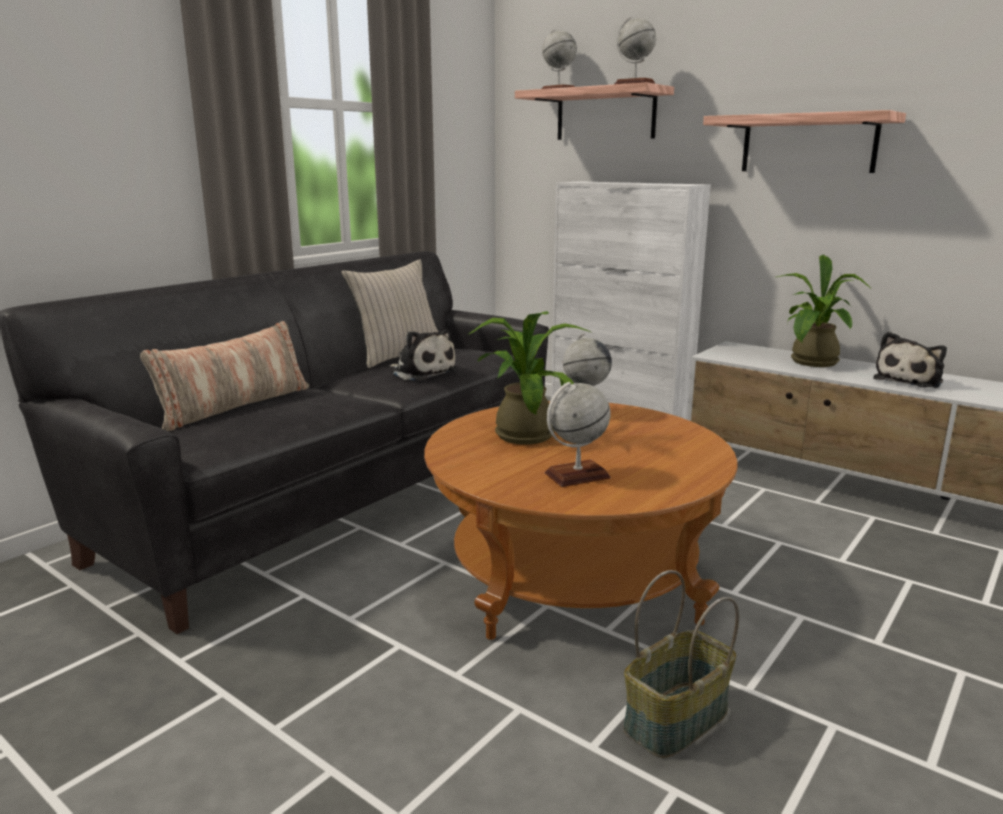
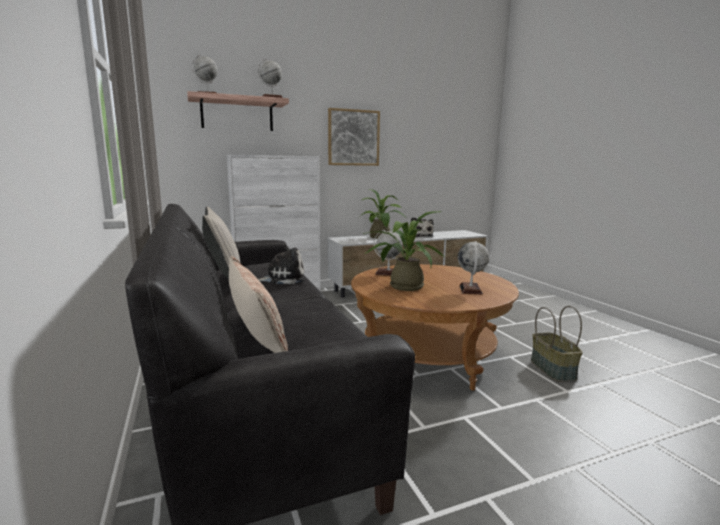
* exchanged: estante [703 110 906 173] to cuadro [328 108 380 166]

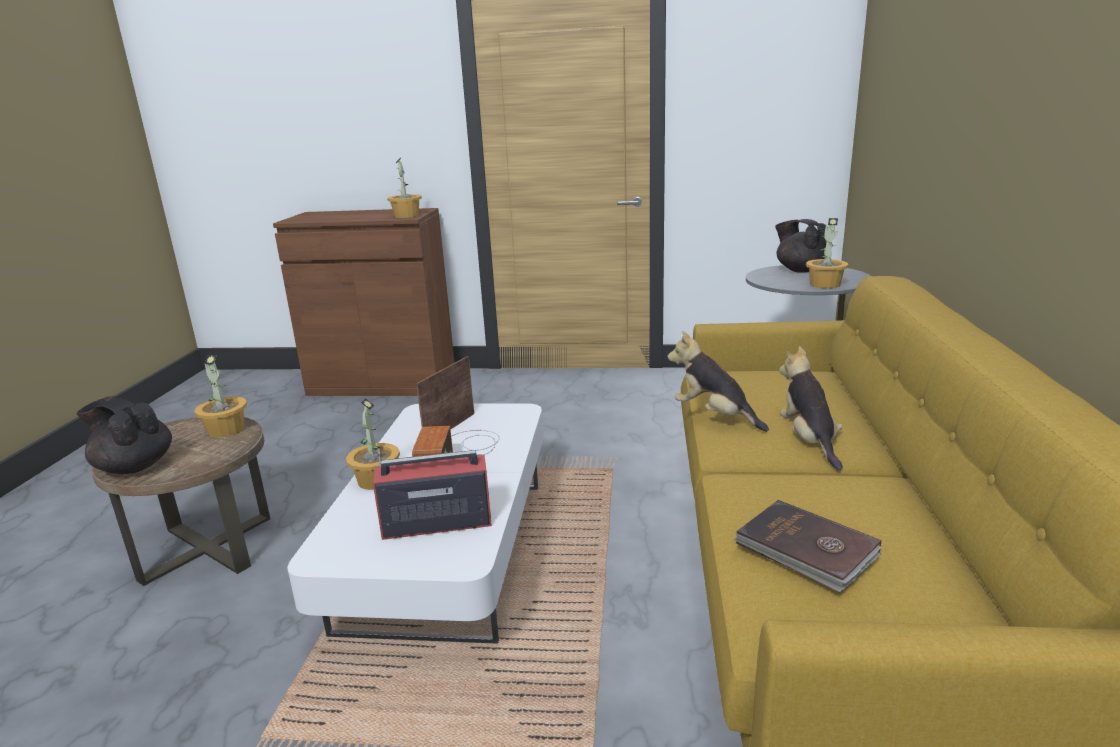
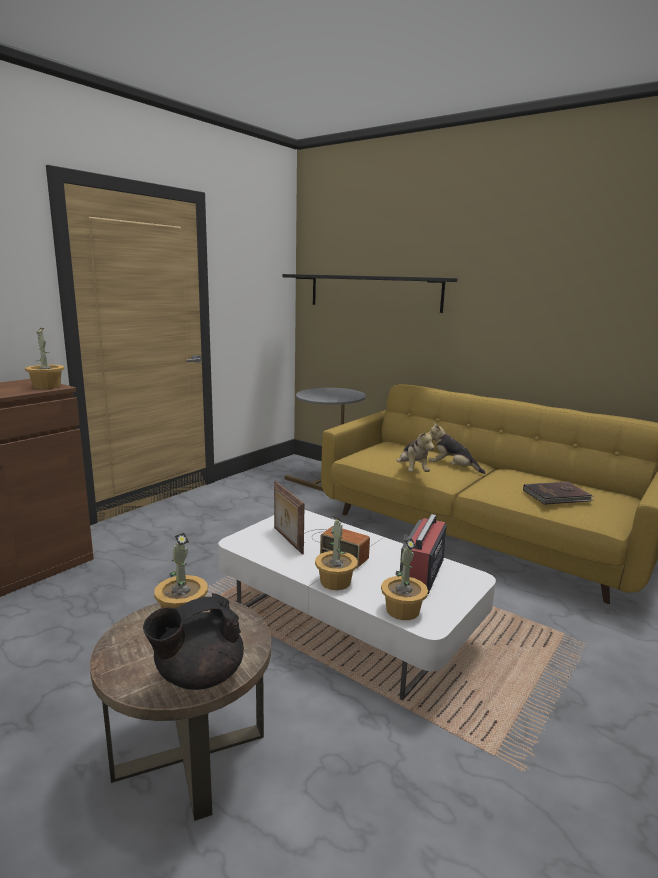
* spun: peluche [668 331 769 432] = [397 429 434 472] 90 degrees counterclockwise
* missing: tetera [negro] [775 219 828 273]
* relocated: planta en maceta [806 218 849 289] to [381 538 428 620]
* appeared: estante [negro] [283 274 457 313]

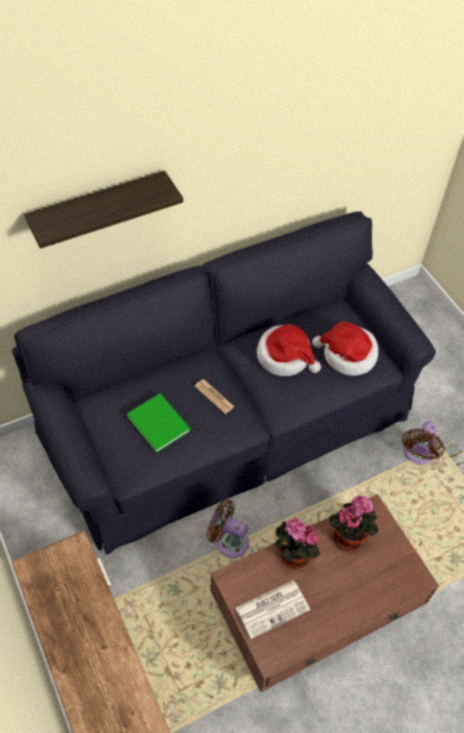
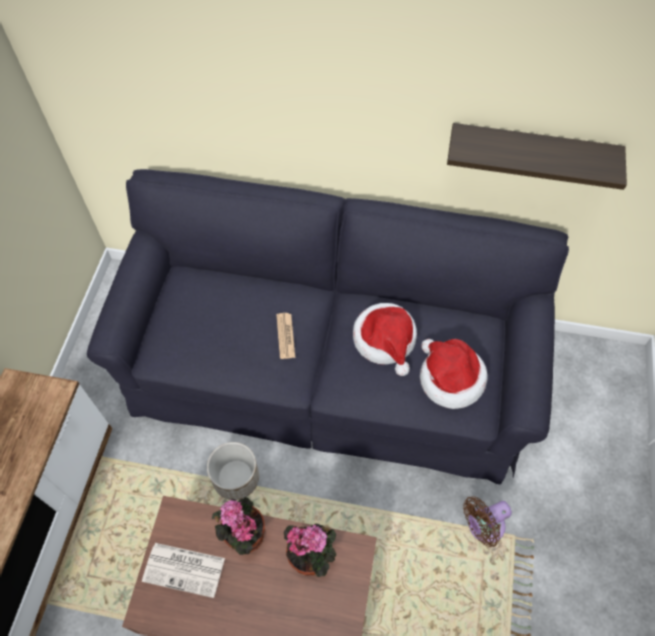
* relocated: estante [24 171 183 249] to [447 123 627 190]
* missing: libro [verde] [127 394 191 453]
* exchanged: ventilador [marrón] [207 499 249 558] to maceta [207 442 259 500]

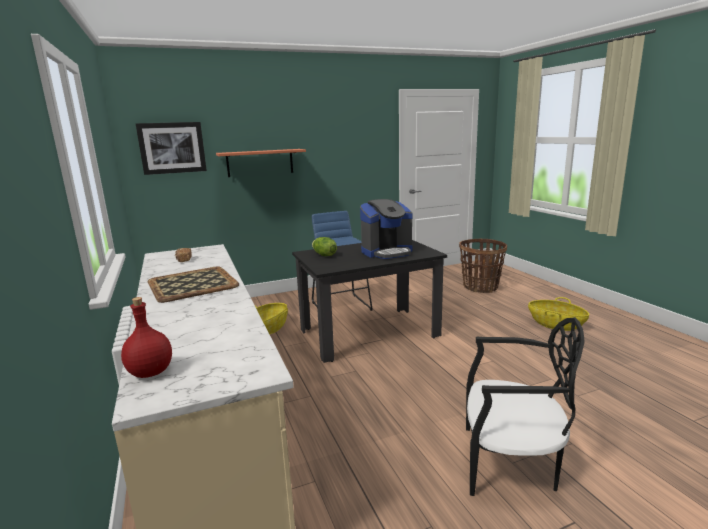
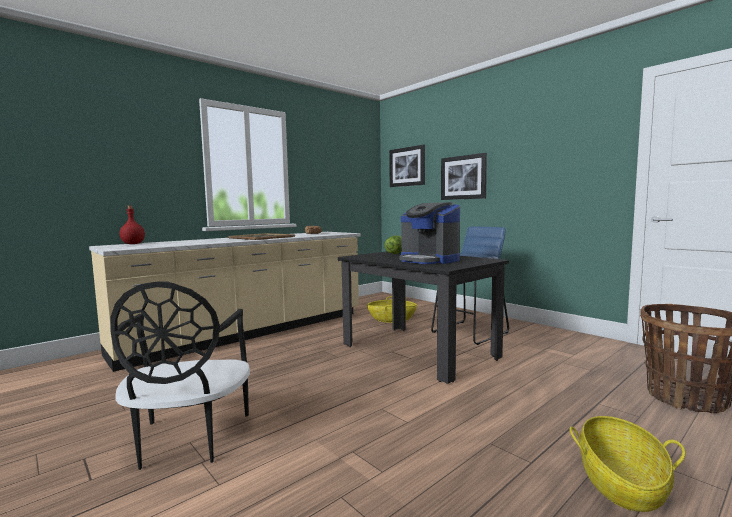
* exchanged: estante [216 149 306 177] to cuadro [441 153 487 200]

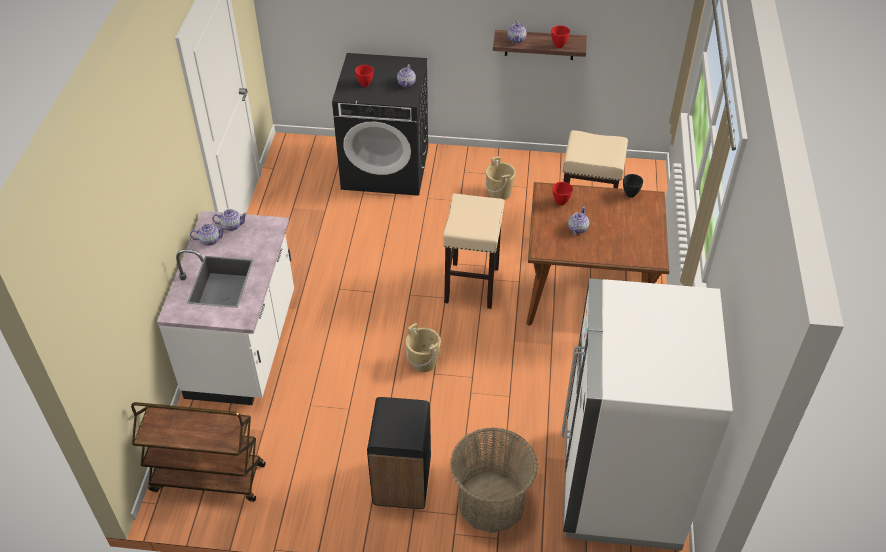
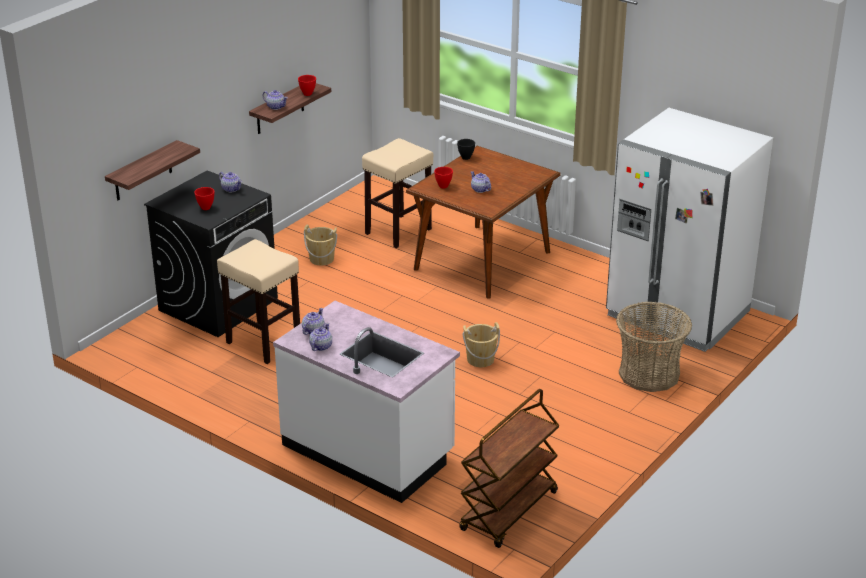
* missing: papelera [negro] [367 397 431 509]
* relocated: taburete [beis] [443 194 505 309] to [217 239 300 364]
* appeared: estante [105 140 200 200]

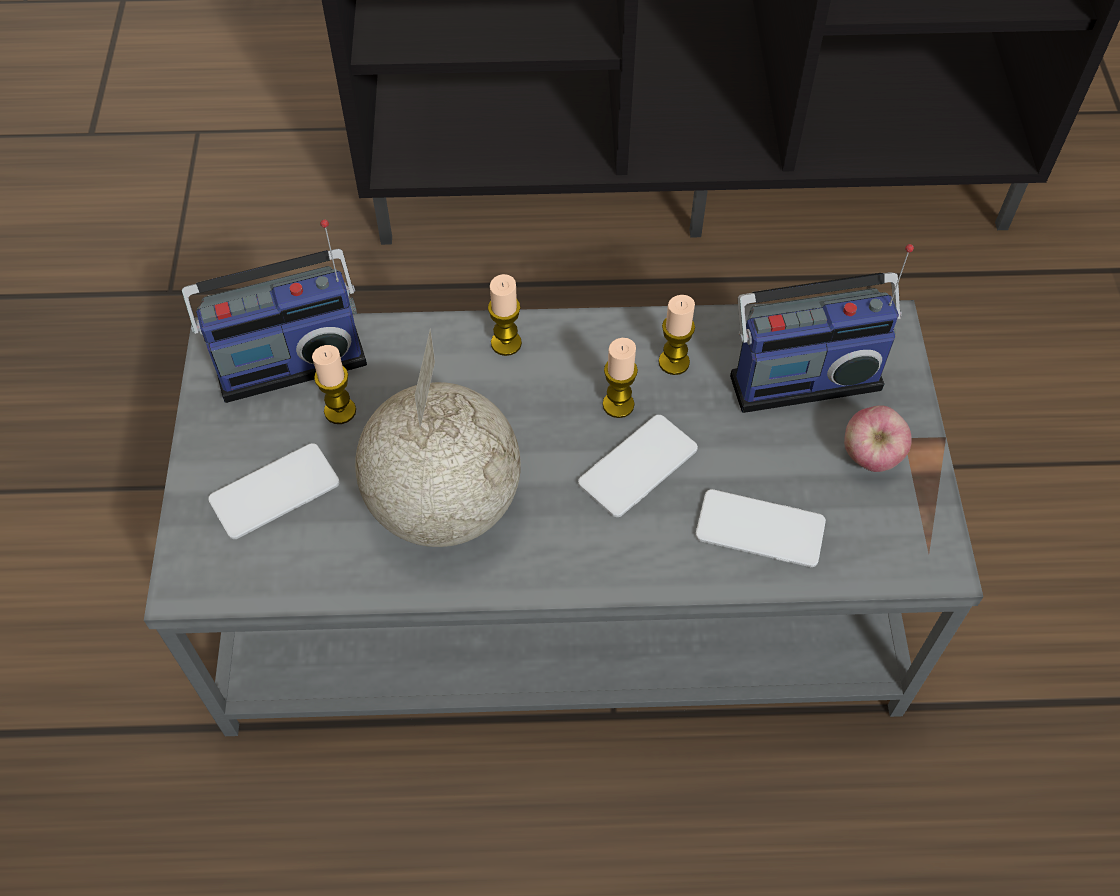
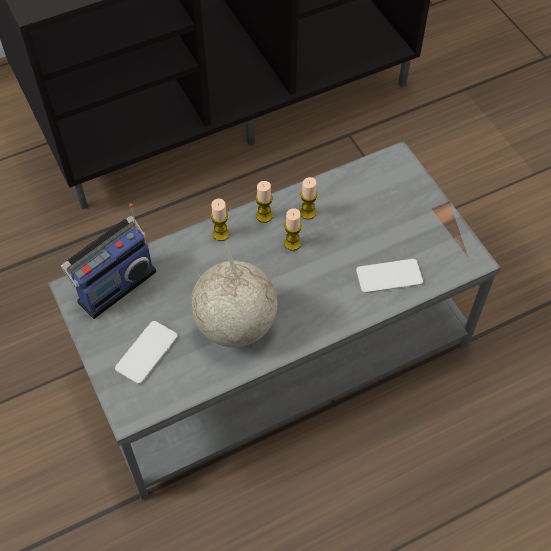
* relocated: vela [312 345 356 424] to [255 181 273 223]
* missing: móvil [578 415 698 517]
* missing: radio [730 244 914 413]
* missing: manzana [844 405 912 472]

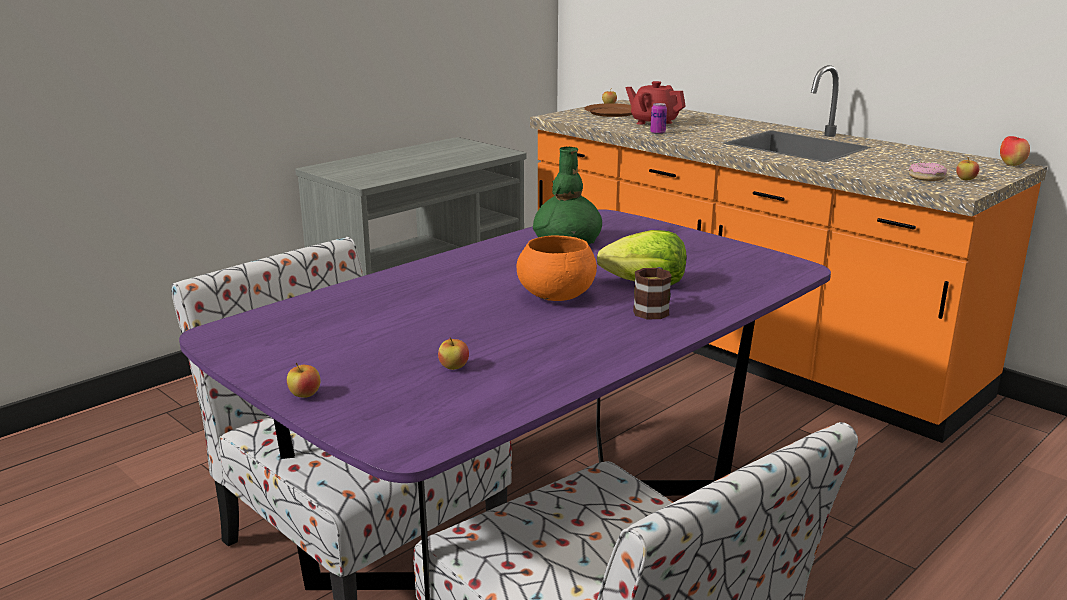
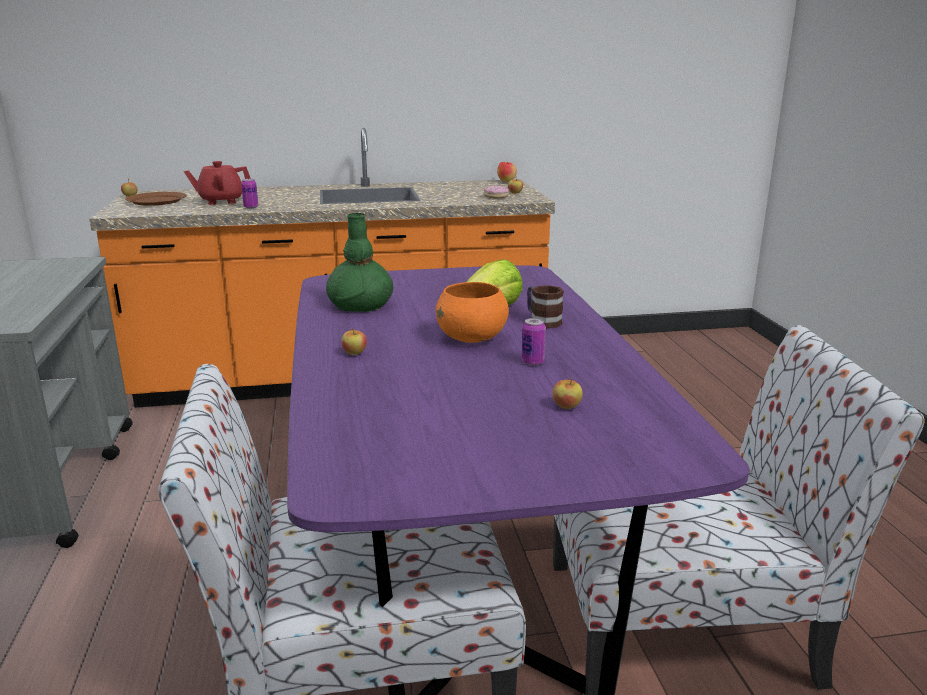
* relocated: manzana [287 362 321 398] to [341 328 367 355]
* appeared: lata [521 318 546 366]

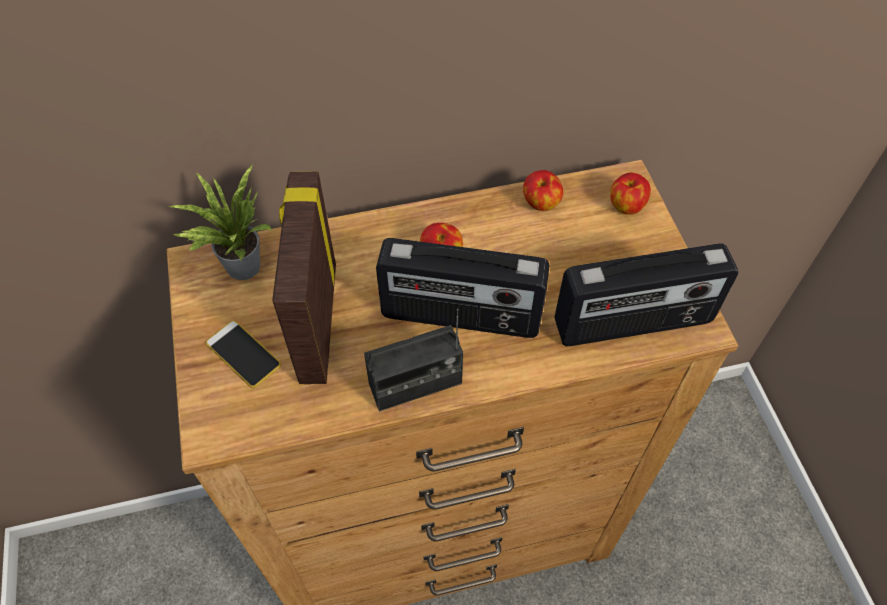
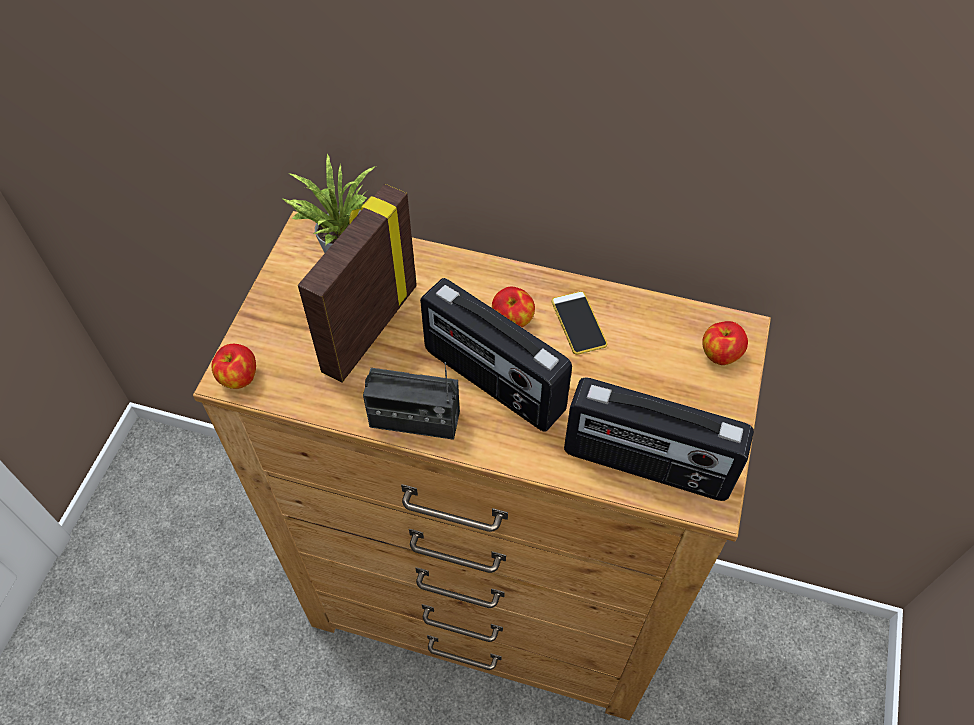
* relocated: móvil [206 321 281 388] to [551 291 607 355]
* relocated: manzana [523 170 563 211] to [211 344 256 389]

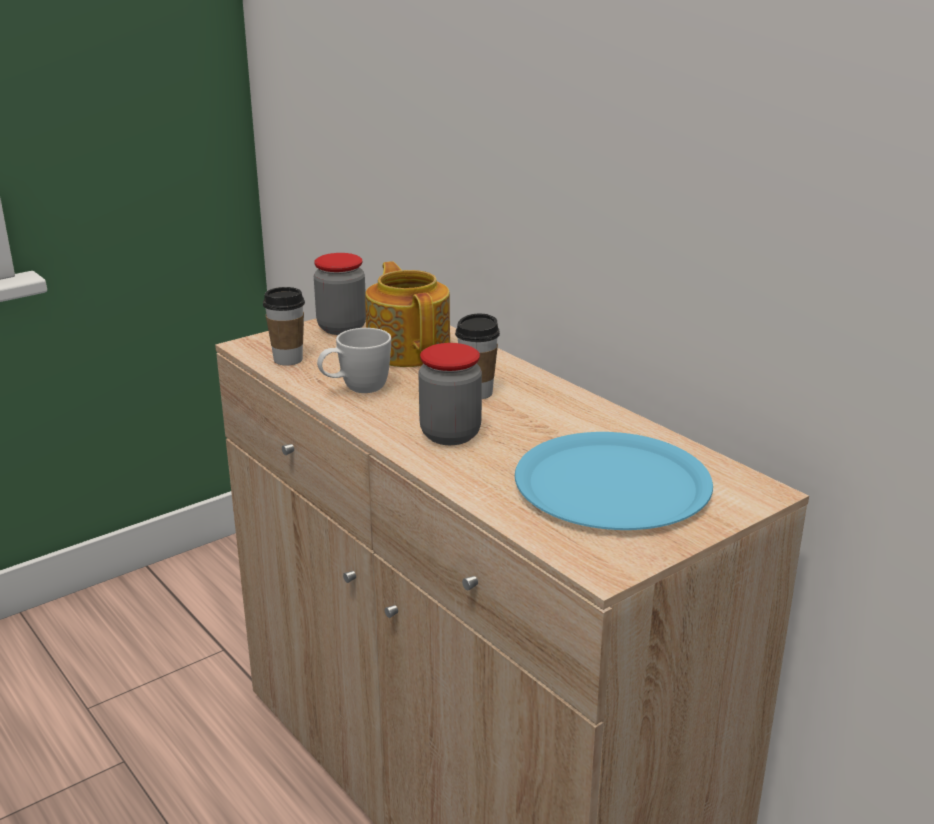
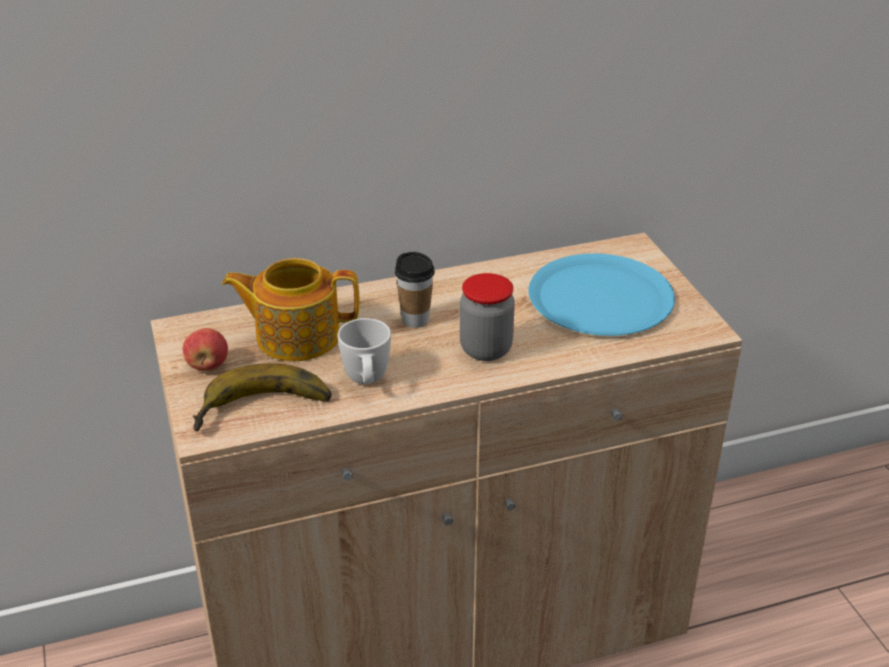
* exchanged: taza [263 287 305 365] to plátano [192 363 332 432]
* exchanged: tarro [314 253 366 335] to manzana [183 328 228 371]

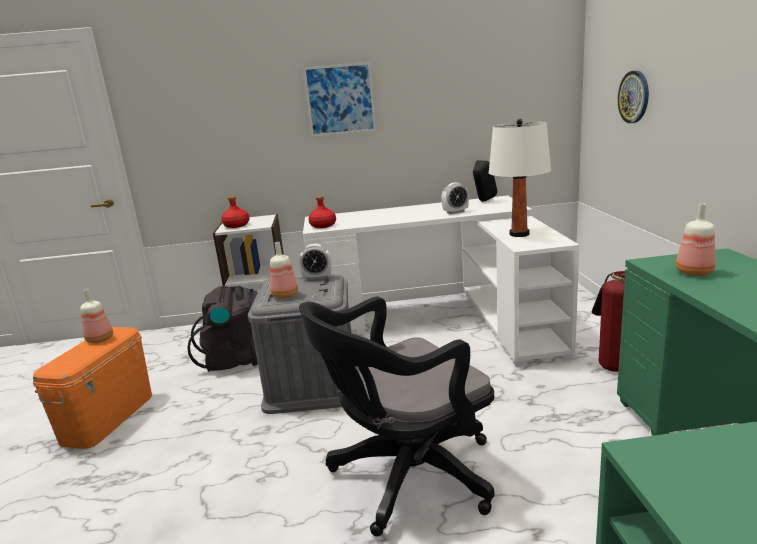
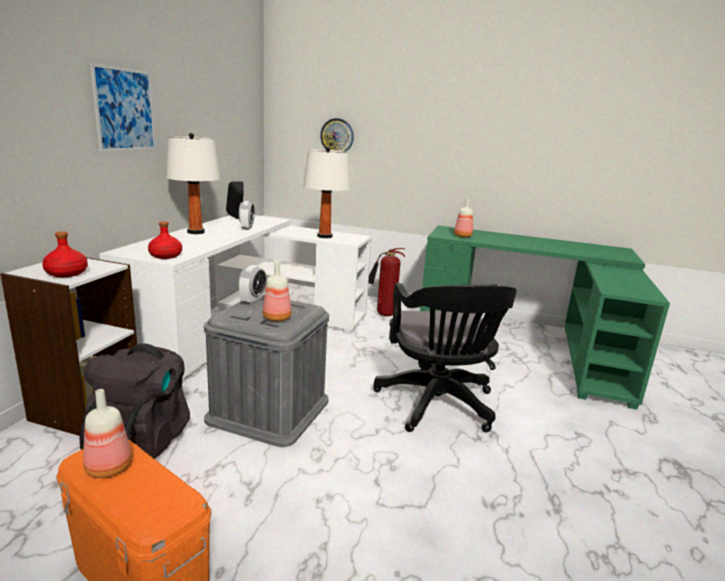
* appeared: lámpara de mesa [blanco] [166 133 220 234]

